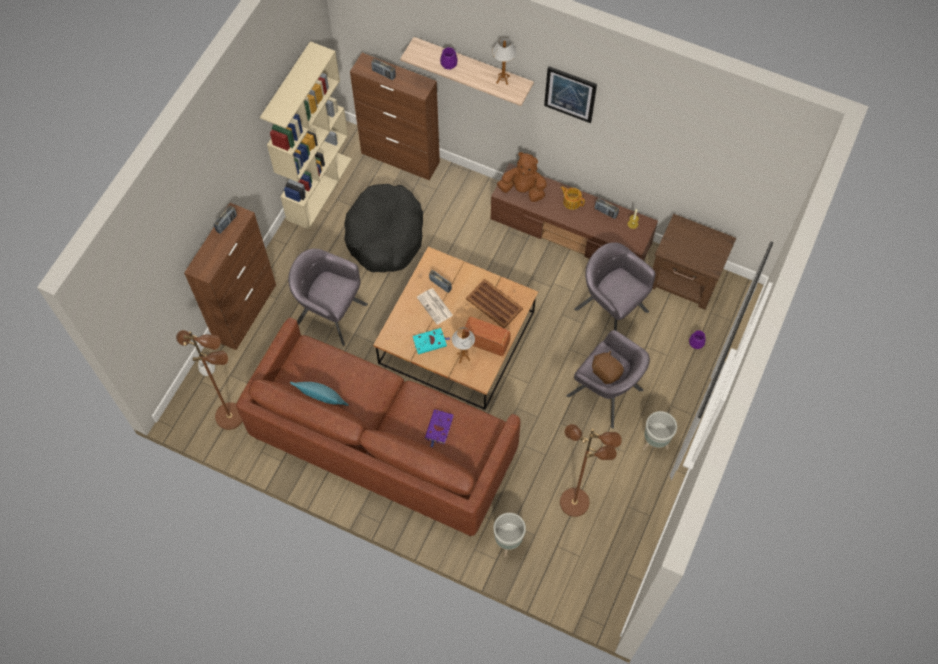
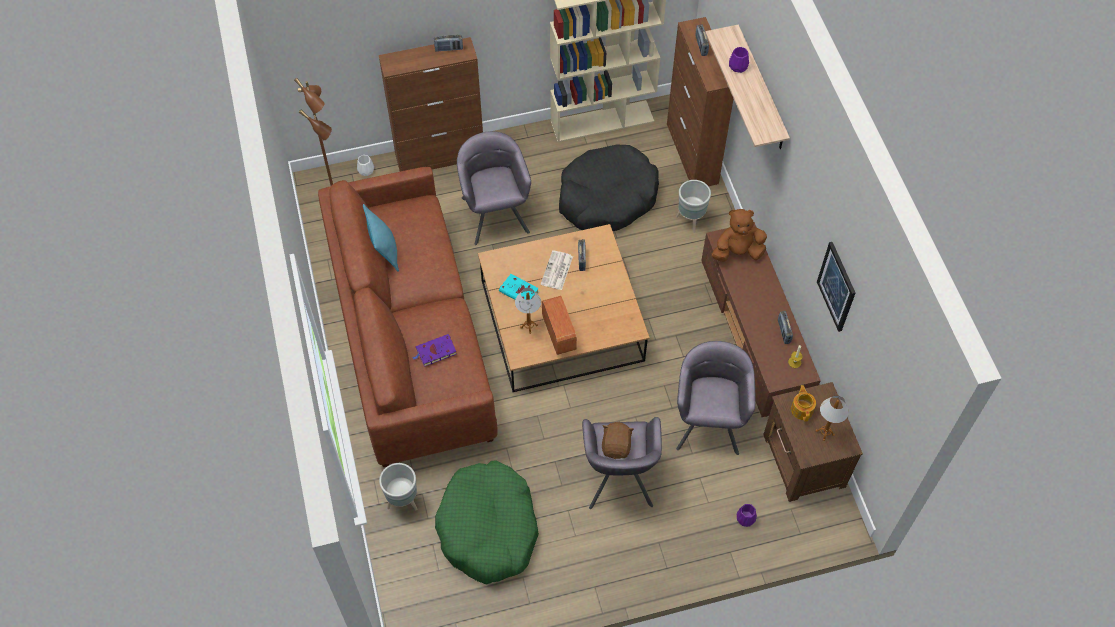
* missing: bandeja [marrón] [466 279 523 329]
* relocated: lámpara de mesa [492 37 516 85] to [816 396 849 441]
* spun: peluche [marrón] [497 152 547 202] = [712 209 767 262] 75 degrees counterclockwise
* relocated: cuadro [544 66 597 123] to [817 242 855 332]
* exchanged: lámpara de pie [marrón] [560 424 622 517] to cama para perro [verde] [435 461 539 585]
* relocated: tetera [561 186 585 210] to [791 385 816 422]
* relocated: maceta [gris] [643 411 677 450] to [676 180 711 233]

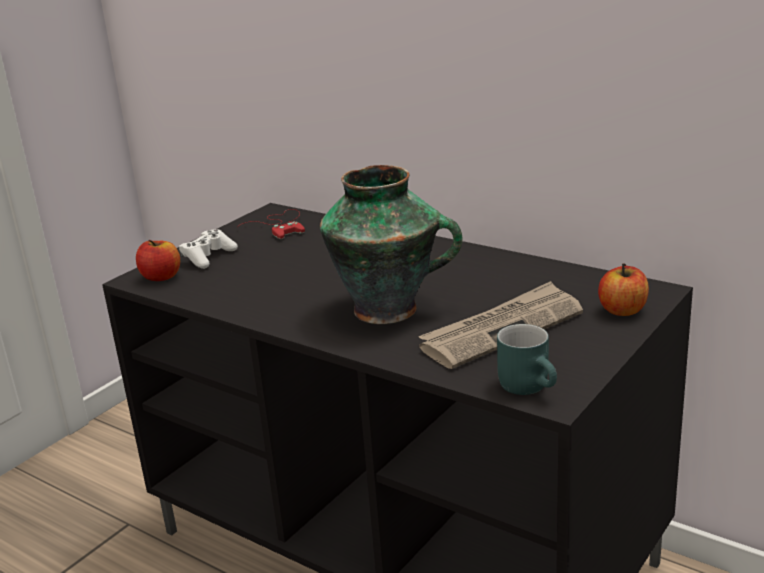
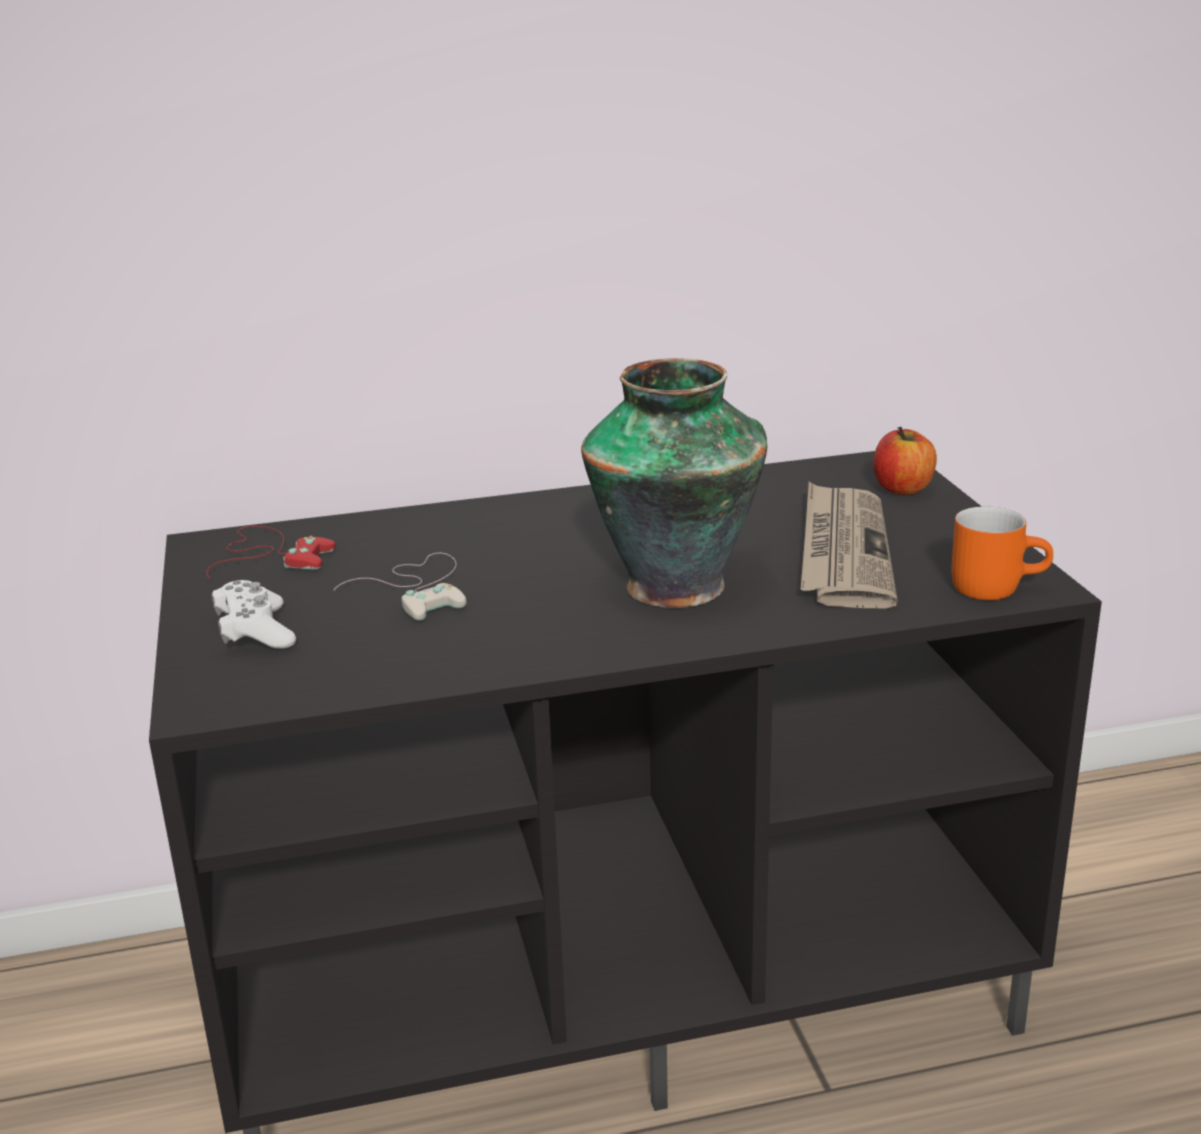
* missing: manzana [136 240 180 281]
* colour: taza grande [turquesa] [497 324 557 395] to taza grande [naranja] [952 507 1053 600]
* appeared: mando de consola [blanco] [334 553 466 621]

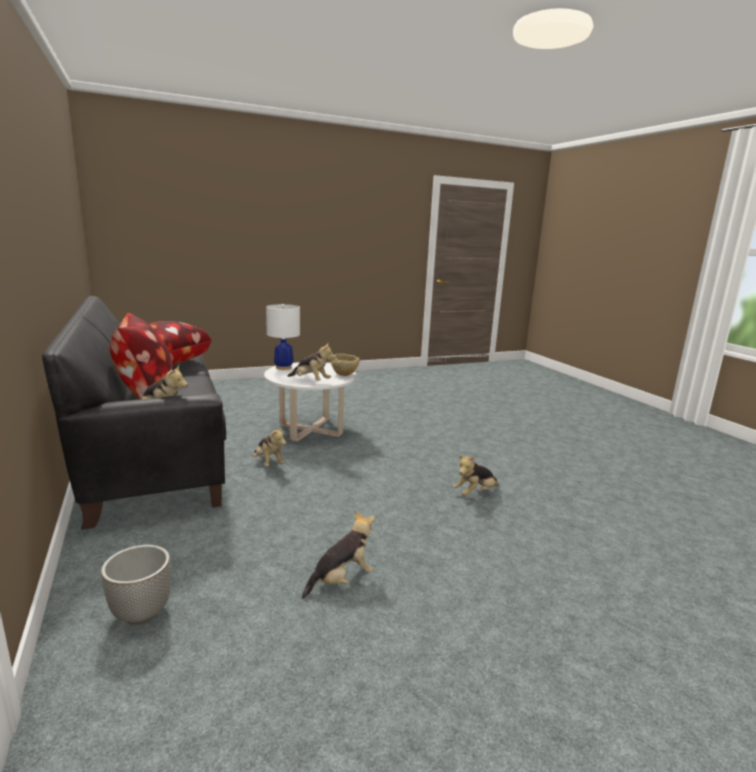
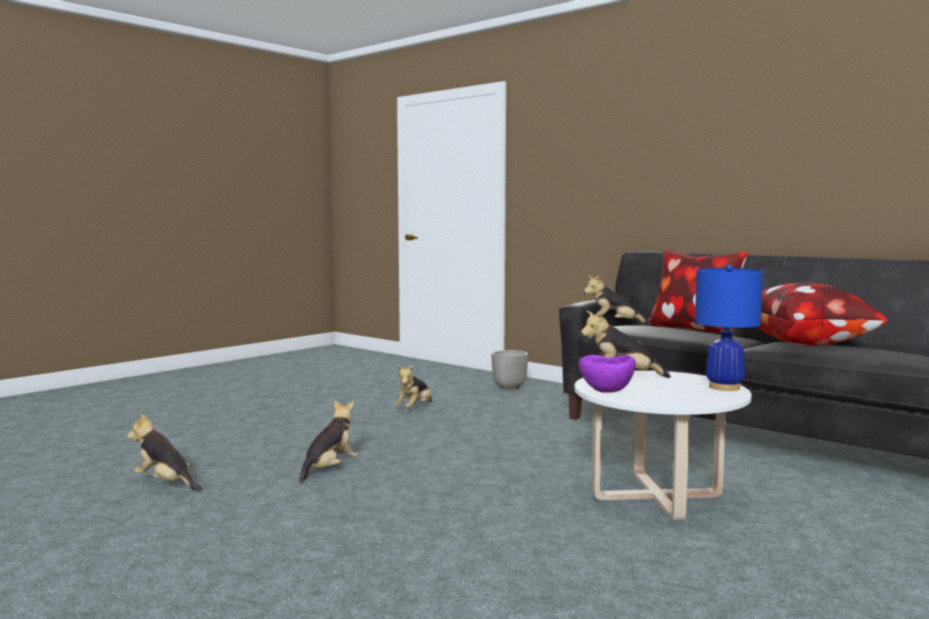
* relocated: peluche [253 426 286 466] to [127 414 202 492]
* colour: lámpara de mesa [blanco] [266 304 300 370] to lámpara de mesa [azul] [695 265 763 391]
* colour: cuenco [beis] [331 354 360 376] to cuenco [morado] [578 355 636 393]

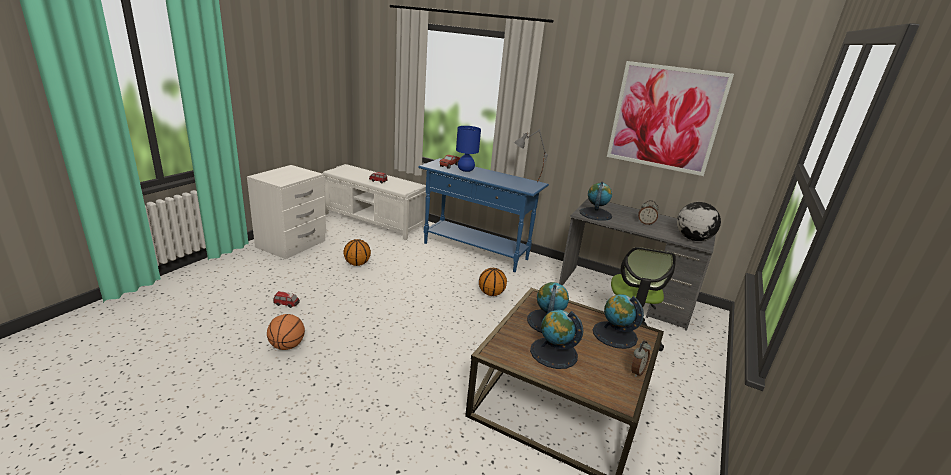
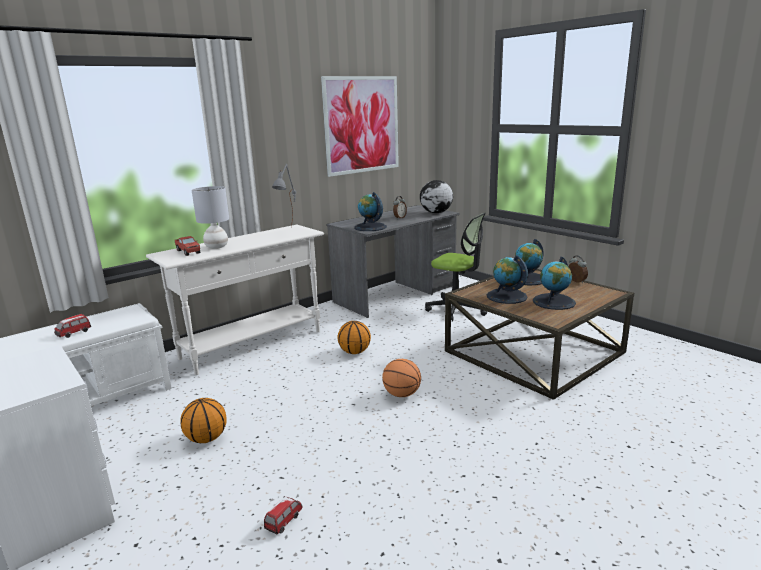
* relocated: balón de baloncesto [267 314 305 350] to [382 359 421 397]
* colour: mesa consola [azul] [418 158 549 272] to mesa consola [blanco] [146 225 324 375]
* colour: lámpara de mesa [azul] [456 126 481 172] to lámpara de mesa [gris] [192 186 229 249]

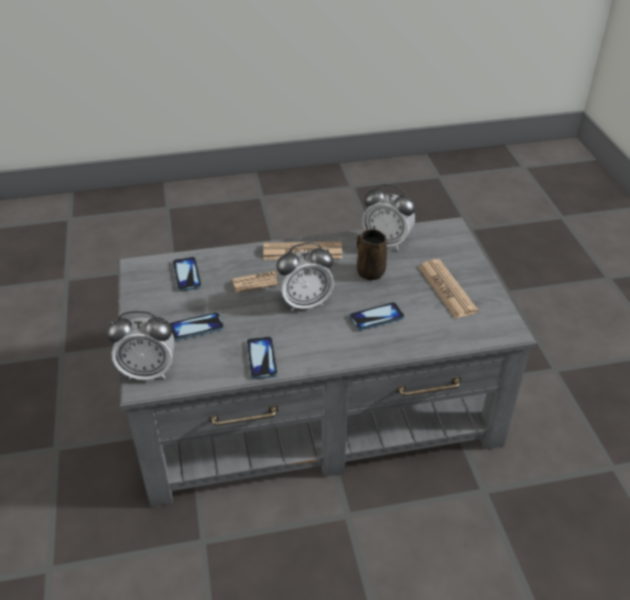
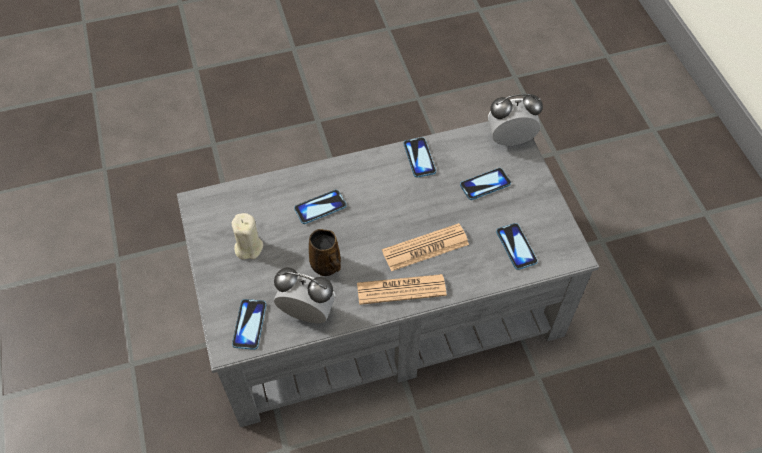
* missing: despertador [276 243 334 311]
* exchanged: periódico [418 259 478 319] to vela [beis] [232 213 263 259]
* appeared: móvil [232 299 266 350]

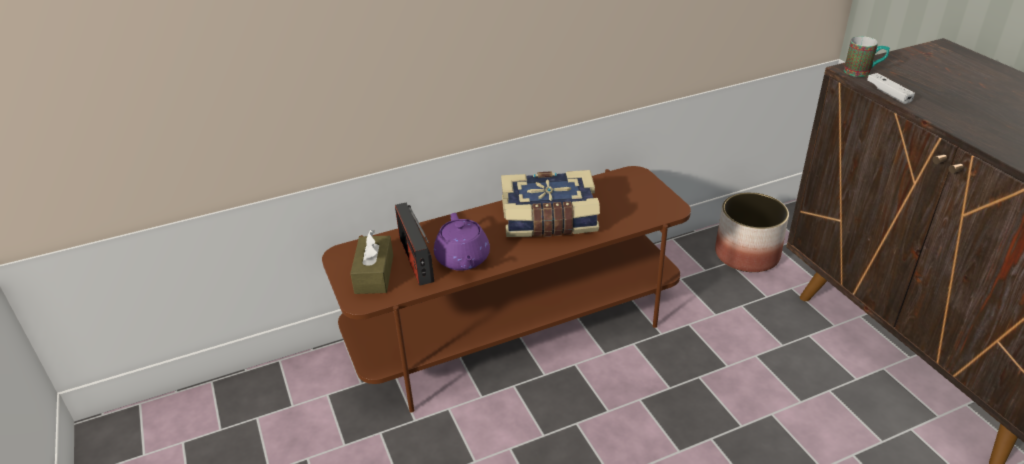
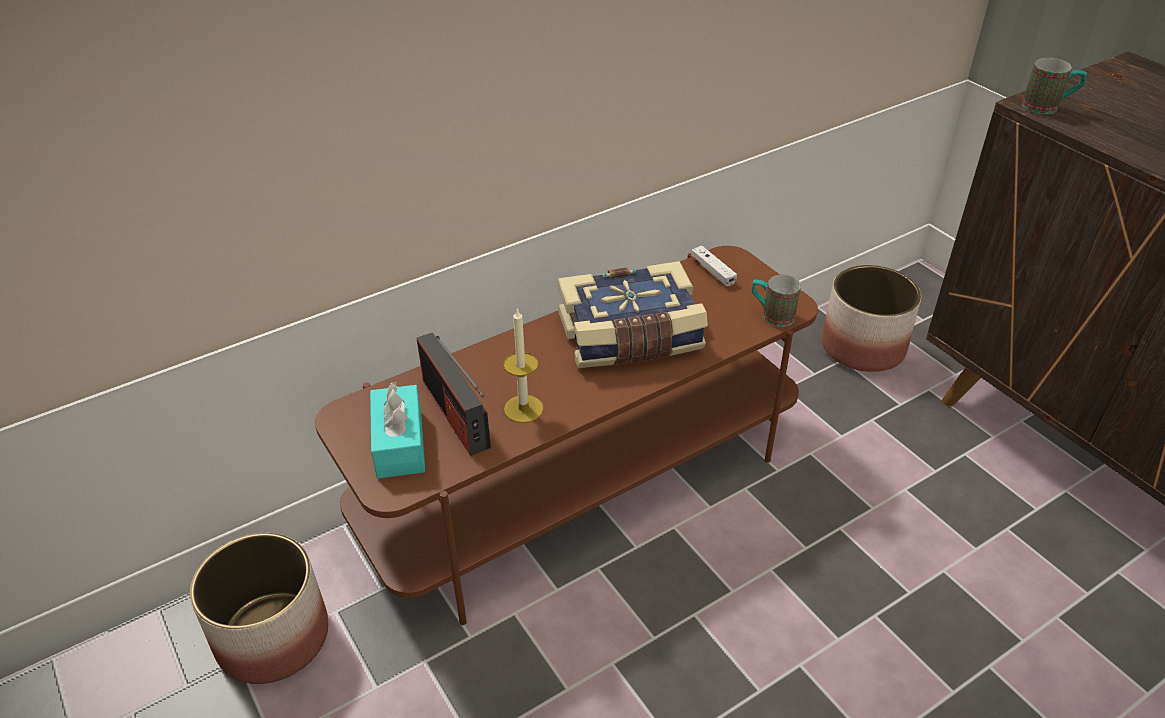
* colour: caja de pañuelos [marrón] [350 230 393 294] to caja de pañuelos [turquesa] [370 381 425 478]
* exchanged: tetera [morado] [434 213 490 271] to vela [503 308 544 423]
* relocated: mando de consola [blanco] [867 73 915 104] to [691 246 737 286]
* appeared: maceta [190 533 328 684]
* appeared: taza grande [752 274 801 327]

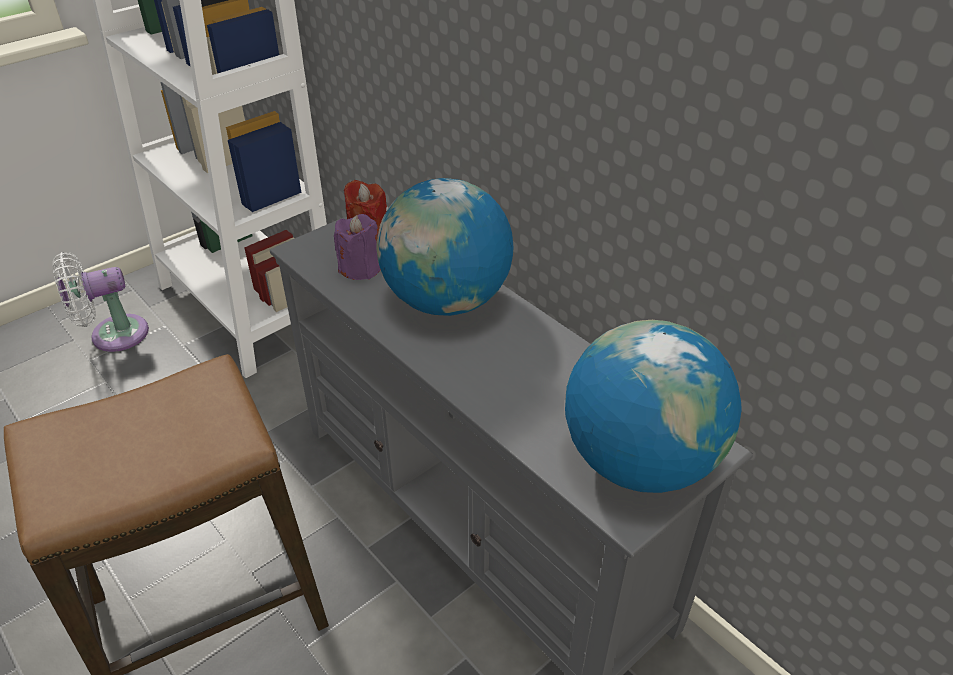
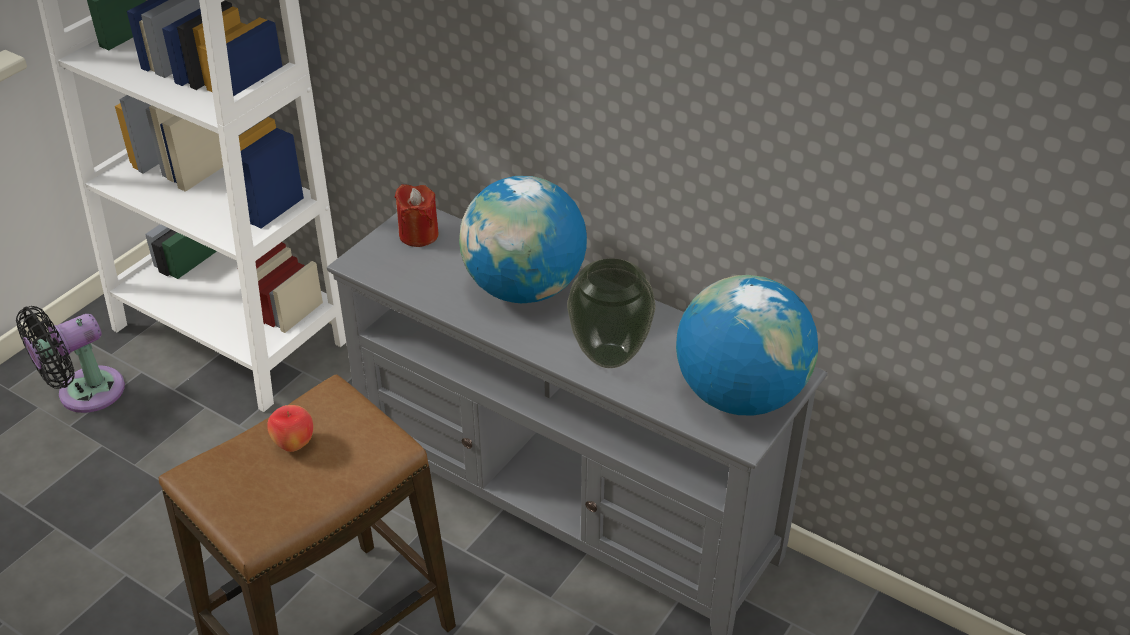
* colour: ventilador [blanco] [52 252 149 352] to ventilador [negro] [16 306 125 413]
* missing: vela [morado] [334 214 381 280]
* appeared: manzana [267 405 313 452]
* appeared: florero [567 258 656 368]

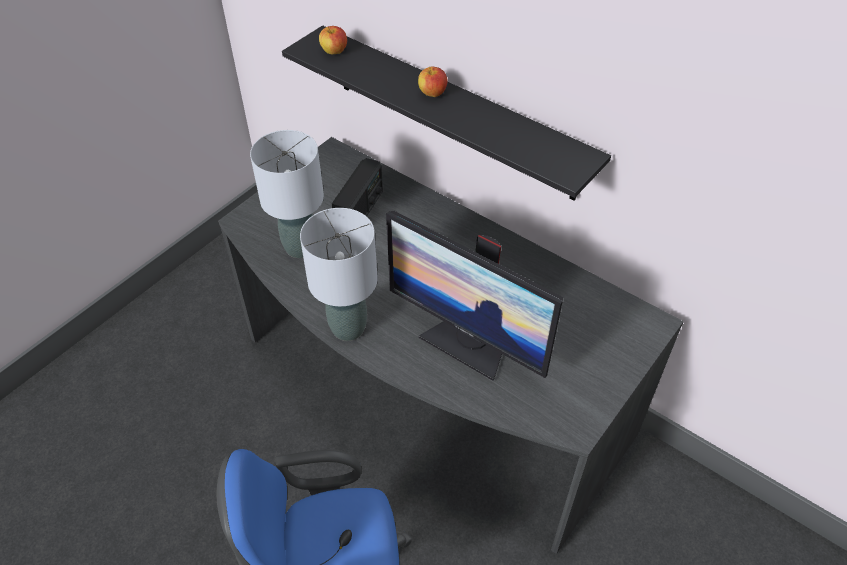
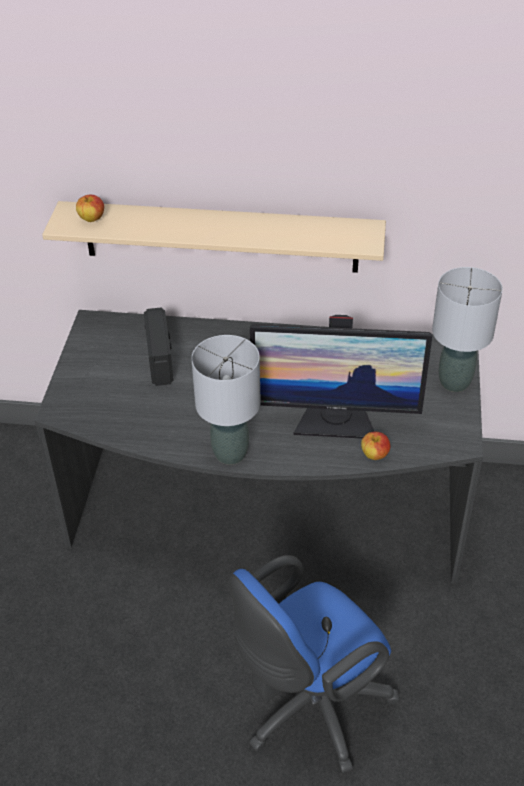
* relocated: lámpara de mesa [gris] [250 130 324 258] to [432 267 502 392]
* colour: estante [negro] [282 25 611 201] to estante [beis] [42 201 386 273]
* relocated: manzana [418 67 448 97] to [361 432 390 460]

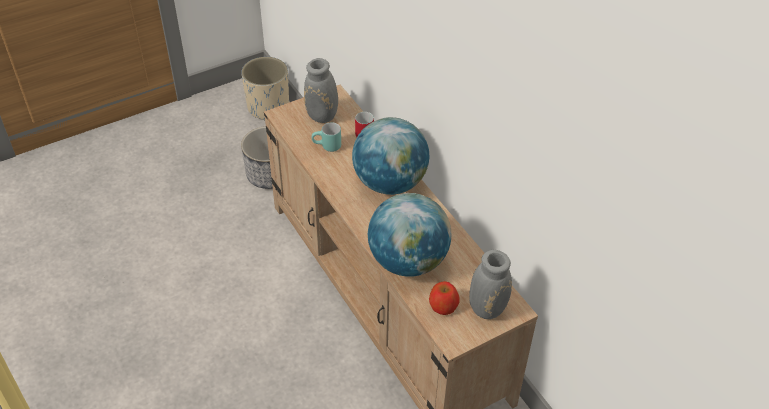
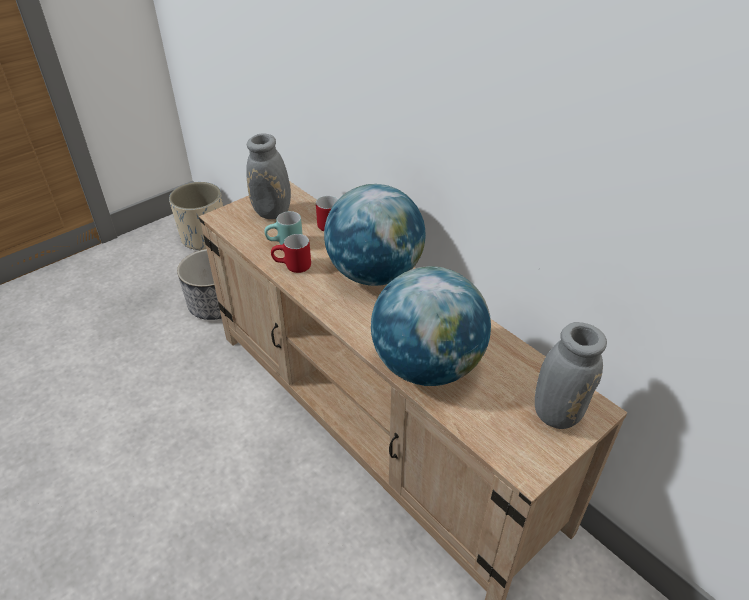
* missing: manzana [429 281 460 315]
* appeared: taza grande [rojo] [271 234 311 273]

